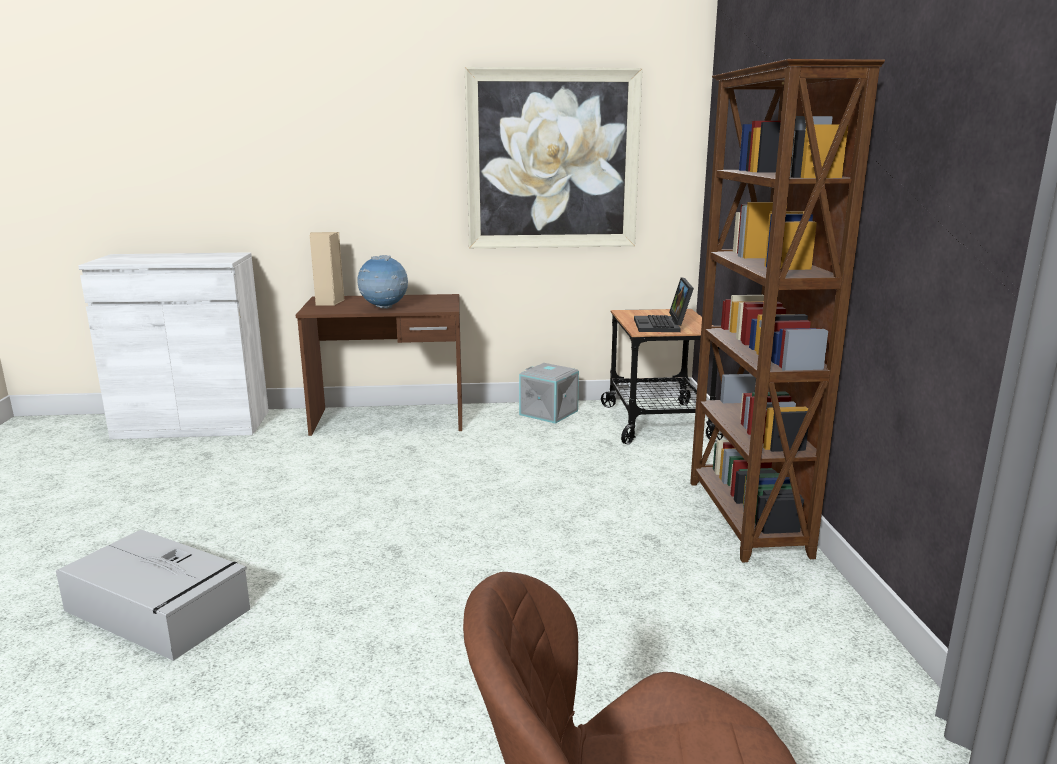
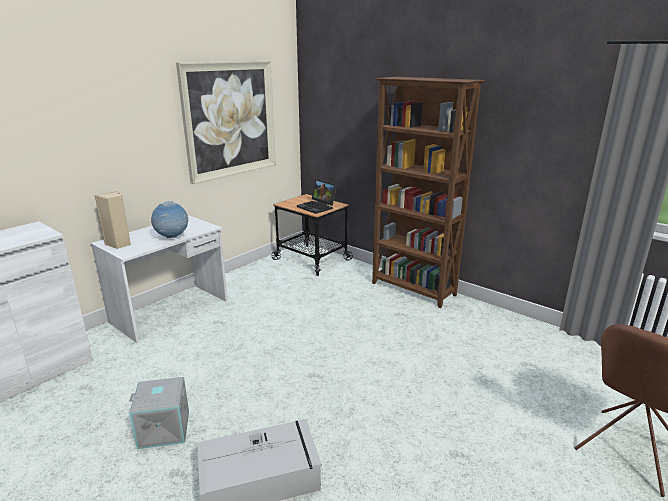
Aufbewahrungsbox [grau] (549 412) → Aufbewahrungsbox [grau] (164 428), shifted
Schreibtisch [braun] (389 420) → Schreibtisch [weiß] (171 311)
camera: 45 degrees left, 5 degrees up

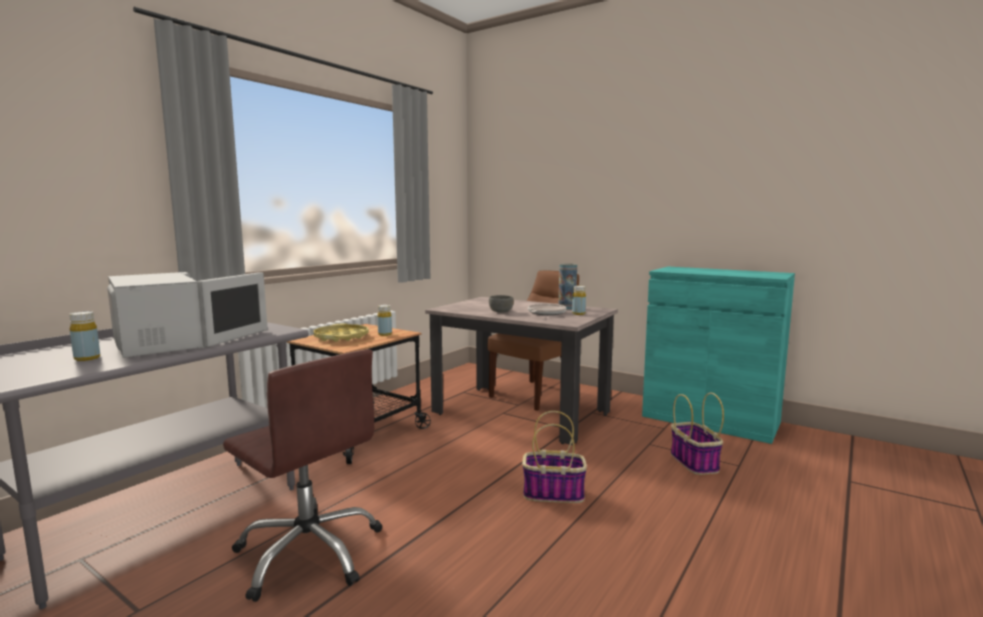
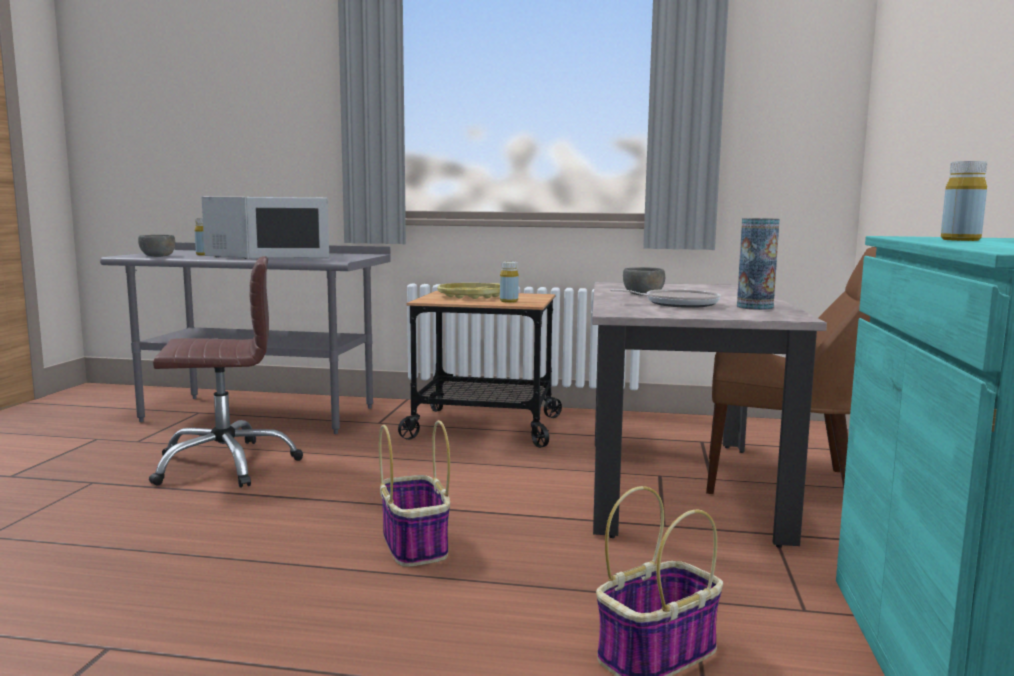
- → Schüssel [grau] (158 256)
Flasche [gelb] (578 314) → Flasche [gelb] (960 240), shifted
Bürostuhl [braun] (309 552) → Bürostuhl [braun] (225 464), 120 degrees counterclockwise
camera: 65 degrees right, 0 degrees up

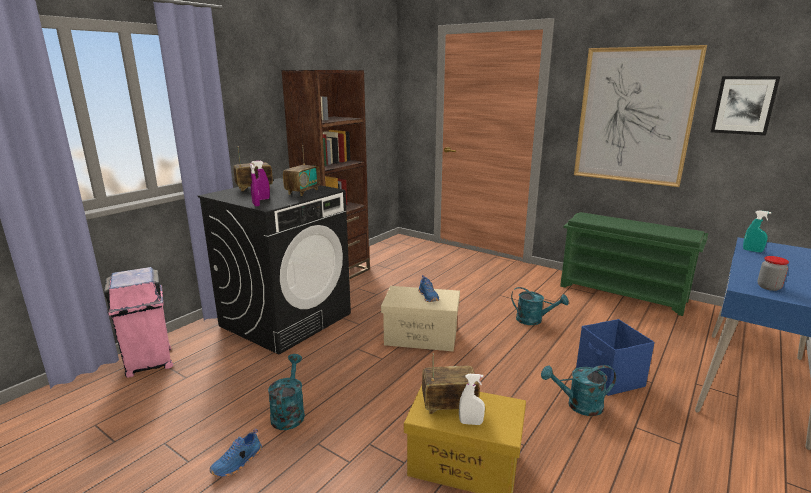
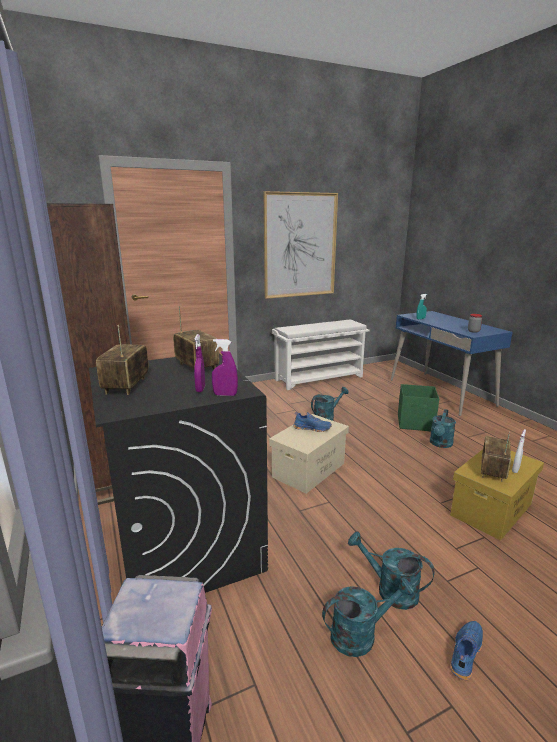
Bild (744 105) → -
- → Gießkanne [türkis] (360 634)
Schuhregal [grün] (623 293) → Schuhregal [weiß] (319 378)
Aufbewahrungsbox [blau] (609 378) → Aufbewahrungsbox [grün] (416 423)
Schuh [blau] (238 463) → Schuh [blau] (464 653), 120 degrees counterclockwise
camera: 60 degrees left, 0 degrees up

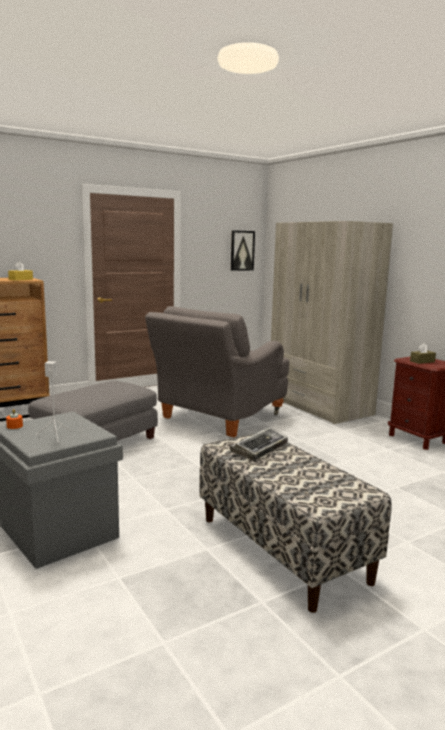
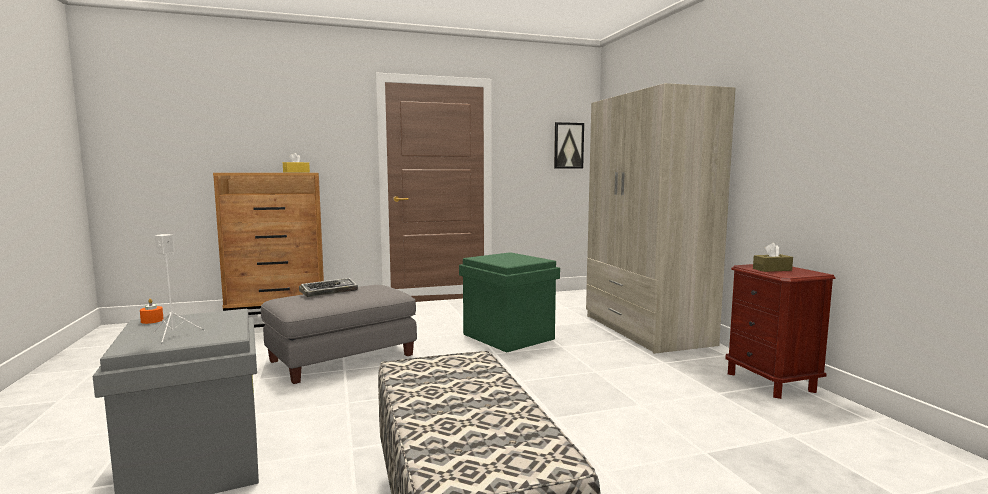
Tastatur (259 448) → Tastatur (329 292), shifted
Sessel [grau] (218 417) → Aufbewahrungsbox [grün] (507 336)
camera: 15 degrees right, 5 degrees down

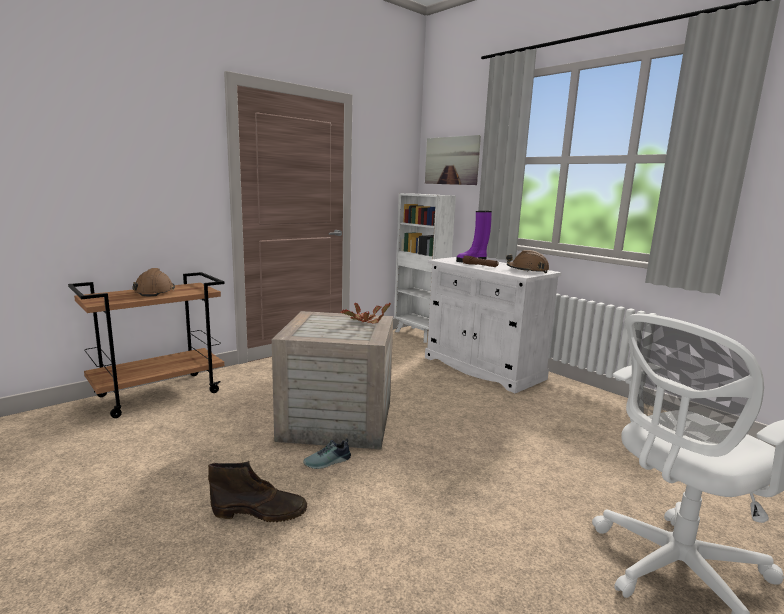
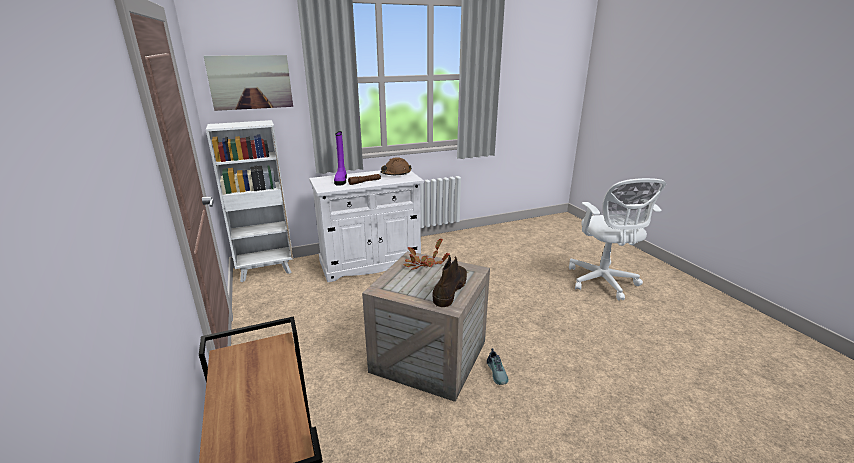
Schutzhelm [braun] (154 291) → -
Stiefel [braun] (260 512) → Stiefel [braun] (450 289), shifted
camera: 70 degrees left, 10 degrees up

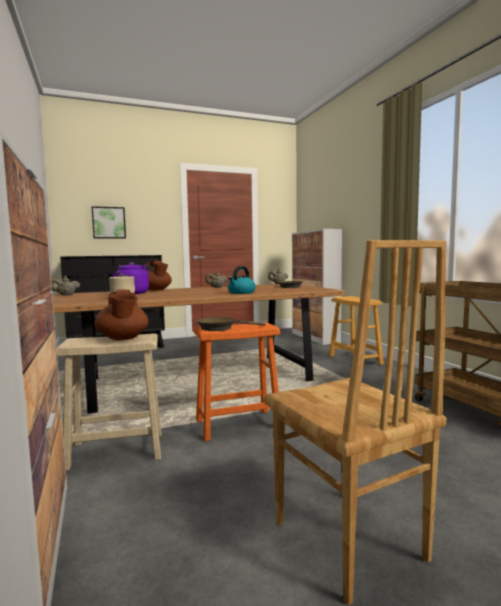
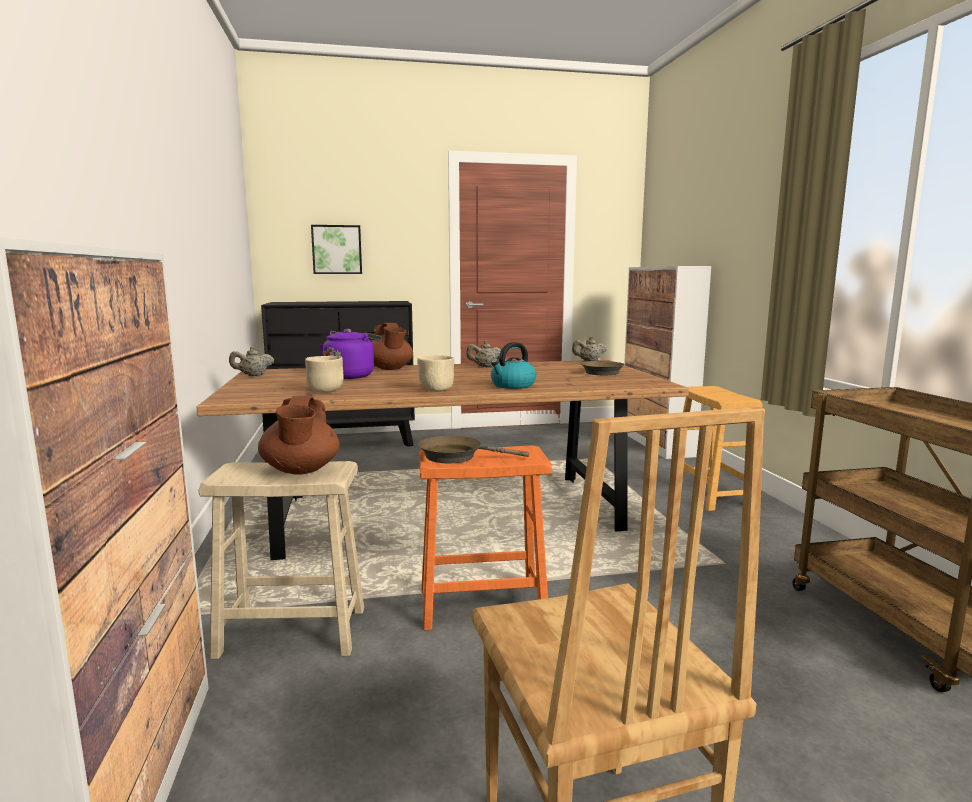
- → Schüssel [beige] (436 390)
camera: 10 degrees right, 5 degrees up

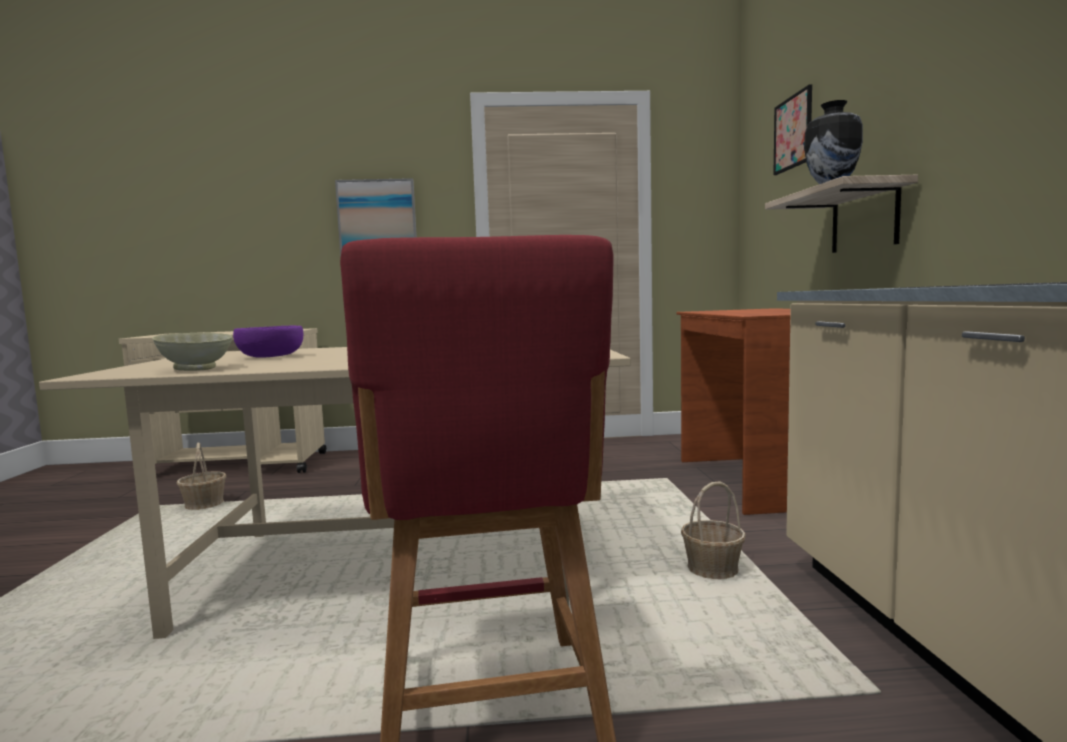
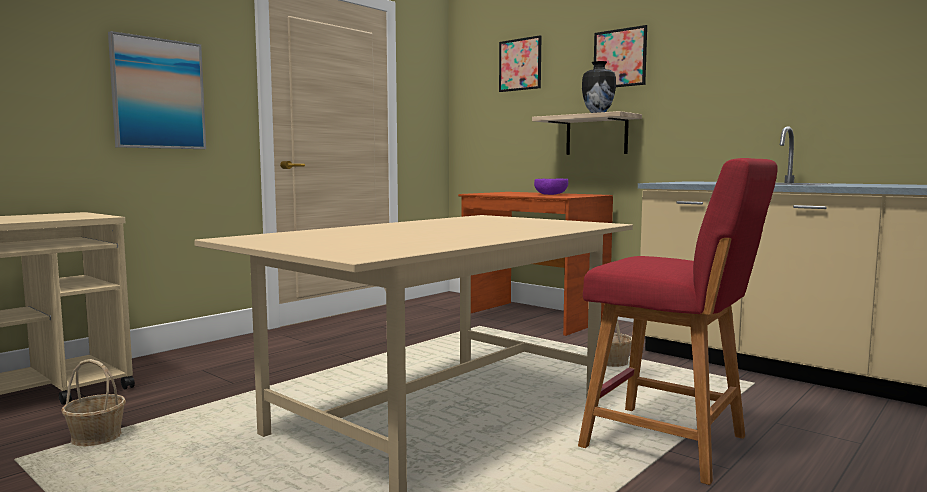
Schüssel [beige] (195 369) → -
- → Bild (620 58)
Schüssel [lila] (271 356) → Schüssel [lila] (551 194), shifted
camera: 45 degrees left, 0 degrees up

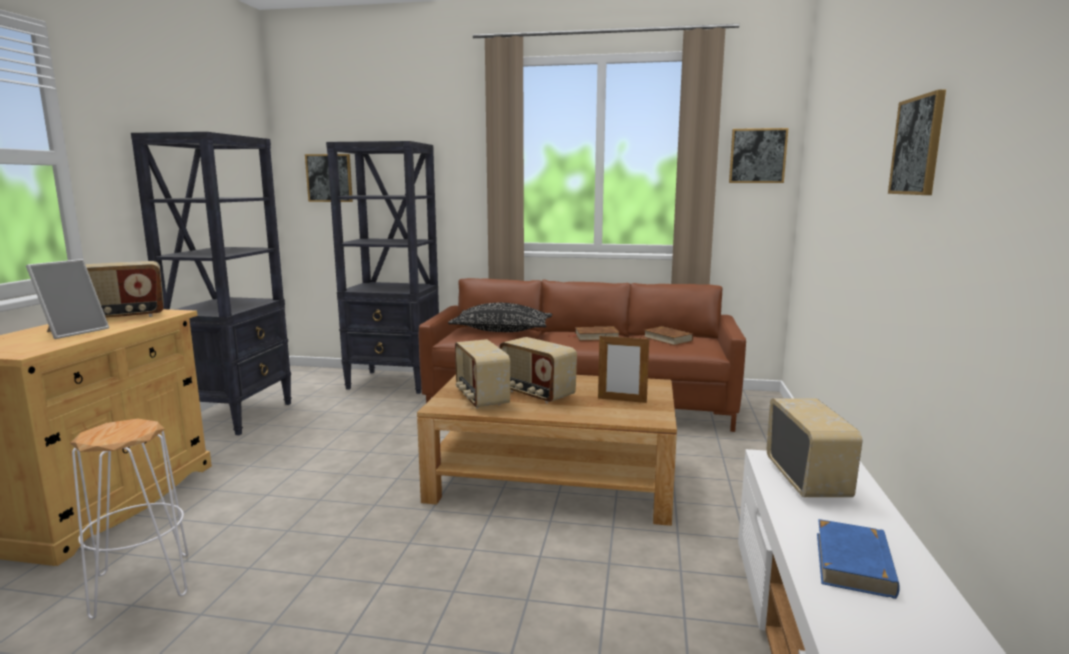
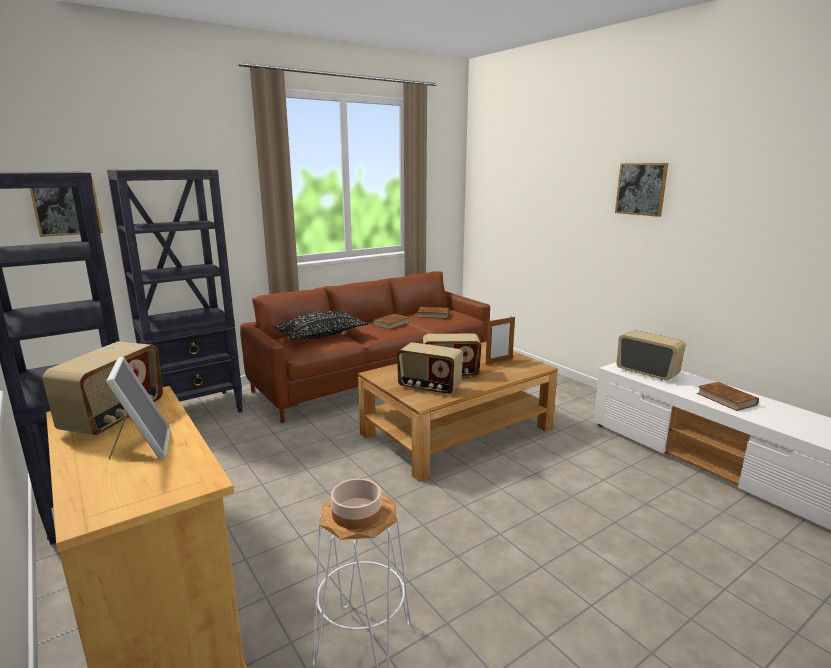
Bild (757 156) → -
- → Schüssel (357 512)
Buch [blau] (854 563) → Buch [braun] (726 399)
camera: 45 degrees left, 5 degrees up

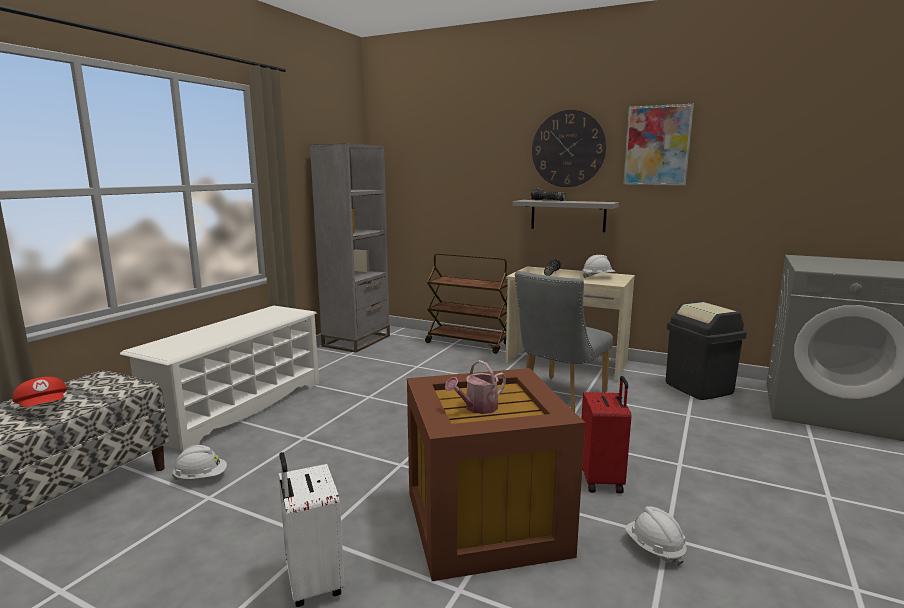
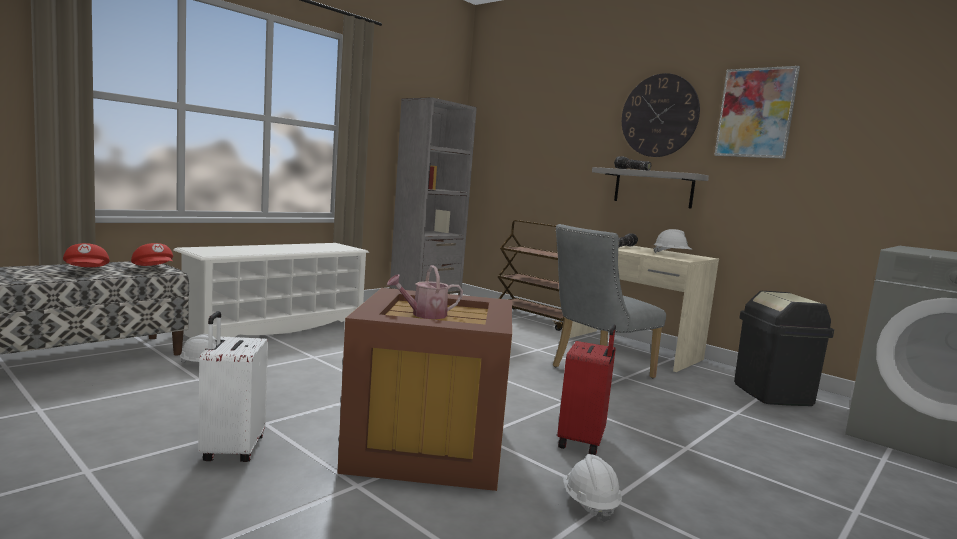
- → Kappe [rot] (154 269)
camera: 15 degrees right, 5 degrees down

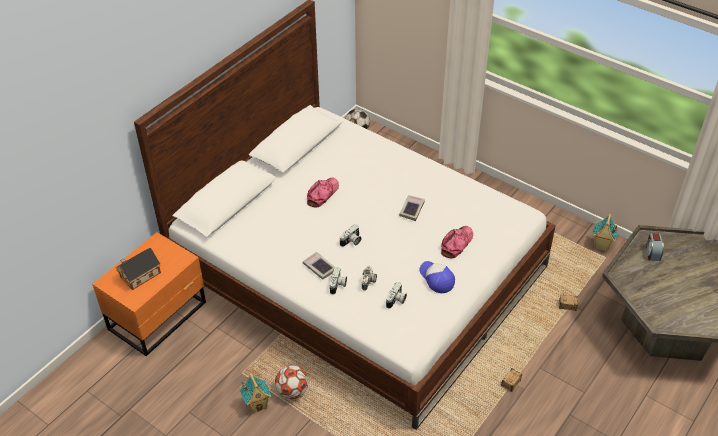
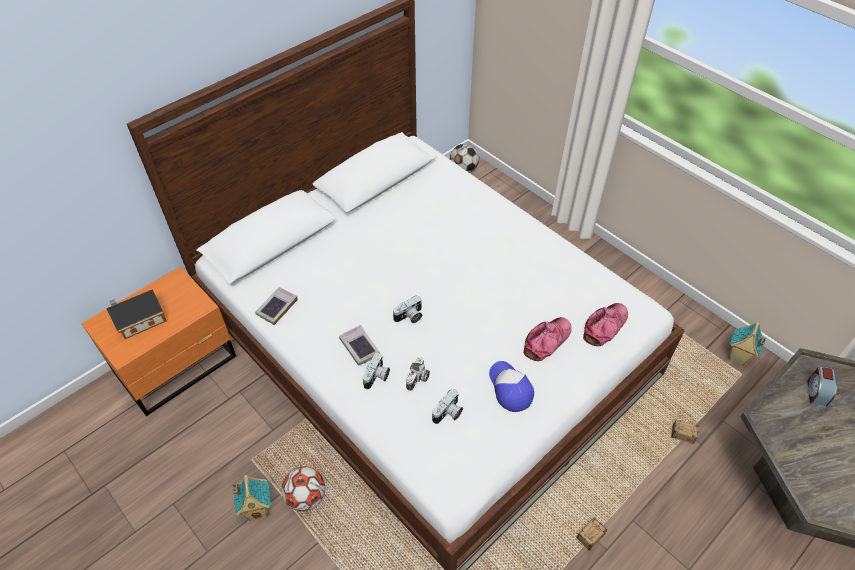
Kappe (322 194) → Kappe (604 326), shifted
Buch (411 209) → Buch (277 307), shifted
camera: 10 degrees right, 5 degrees up

